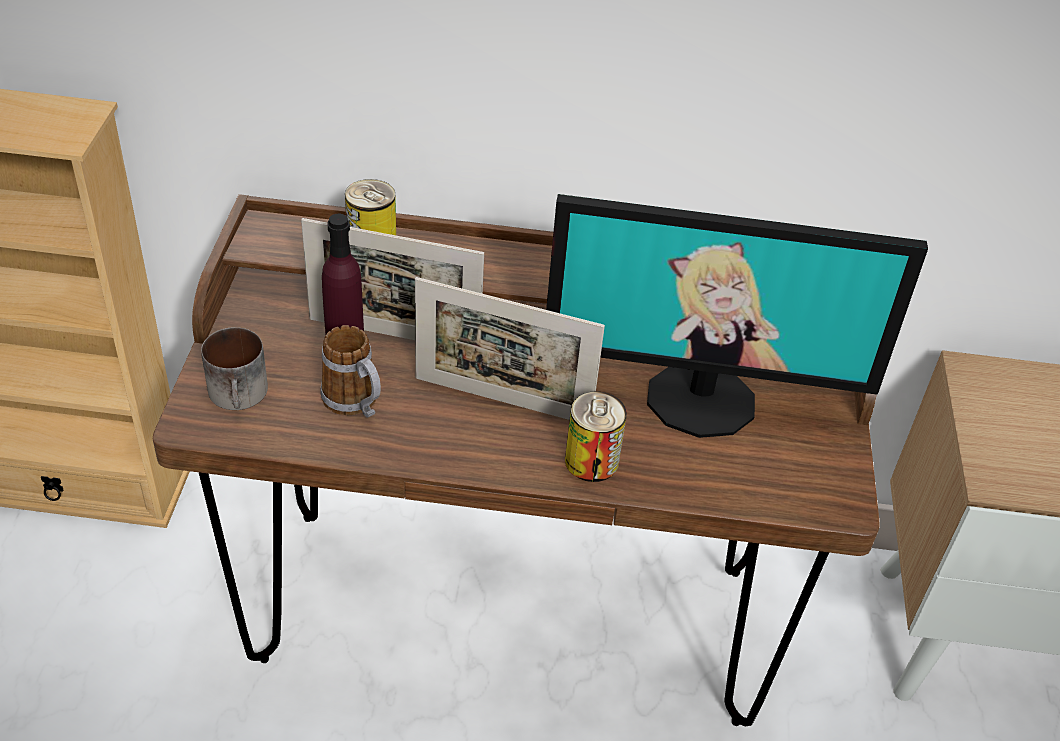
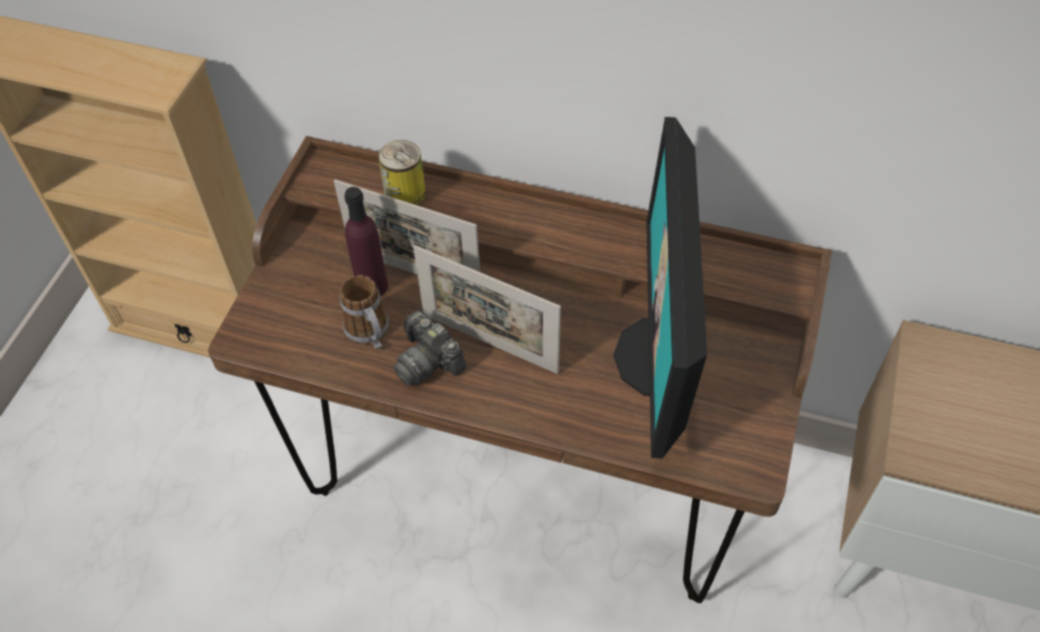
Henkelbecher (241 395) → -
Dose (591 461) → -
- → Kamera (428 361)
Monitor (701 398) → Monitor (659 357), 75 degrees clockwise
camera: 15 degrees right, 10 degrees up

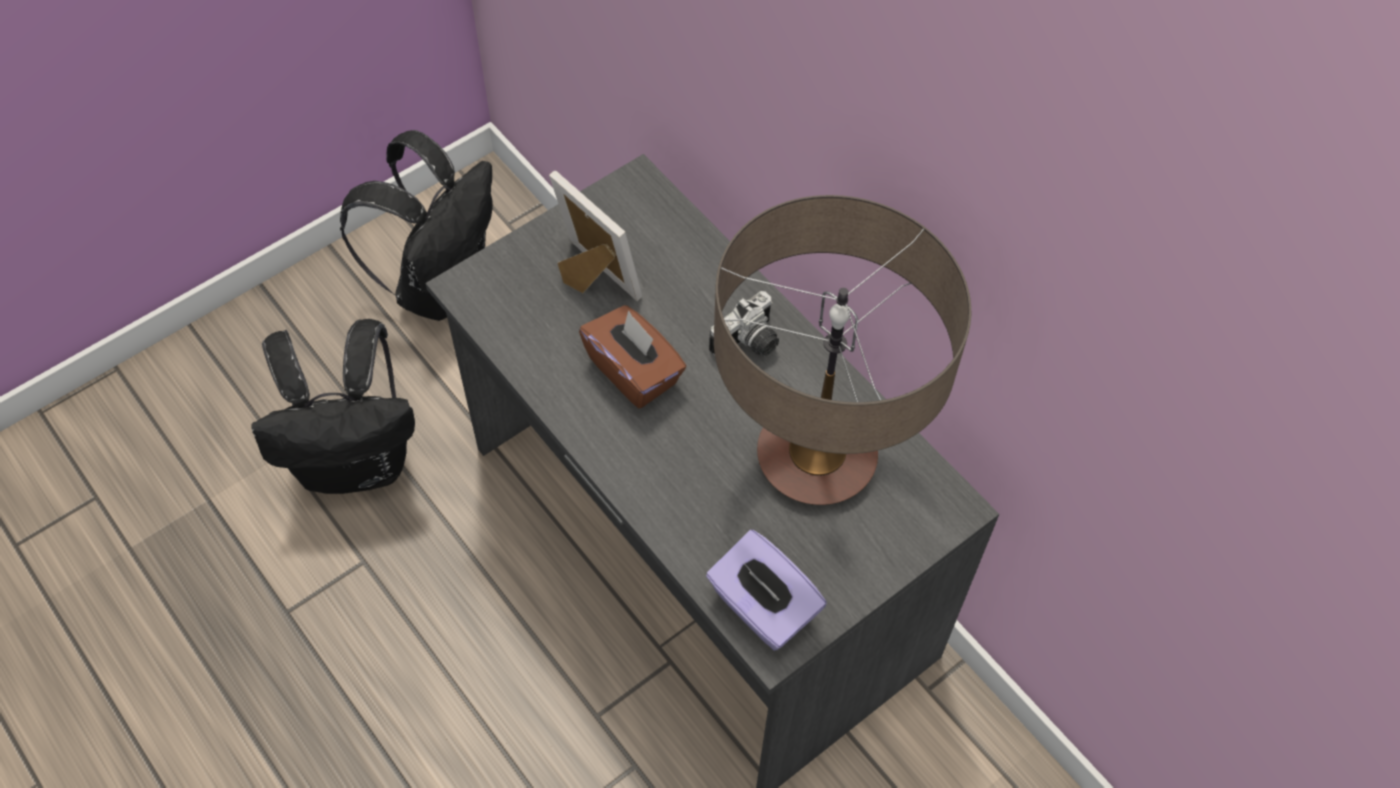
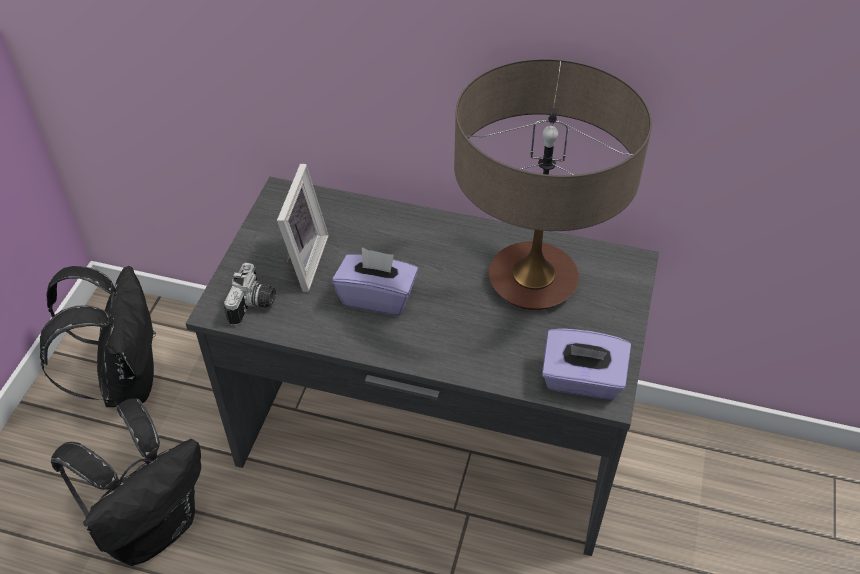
Kamera (749 343) → Kamera (254 305), shifted
Taschentuchbox [braun] (634 371) → Taschentuchbox [lila] (377 297)
Bilderrahmen (592 280) → Bilderrahmen (301 261), 90 degrees clockwise
camera: 35 degrees left, 10 degrees down

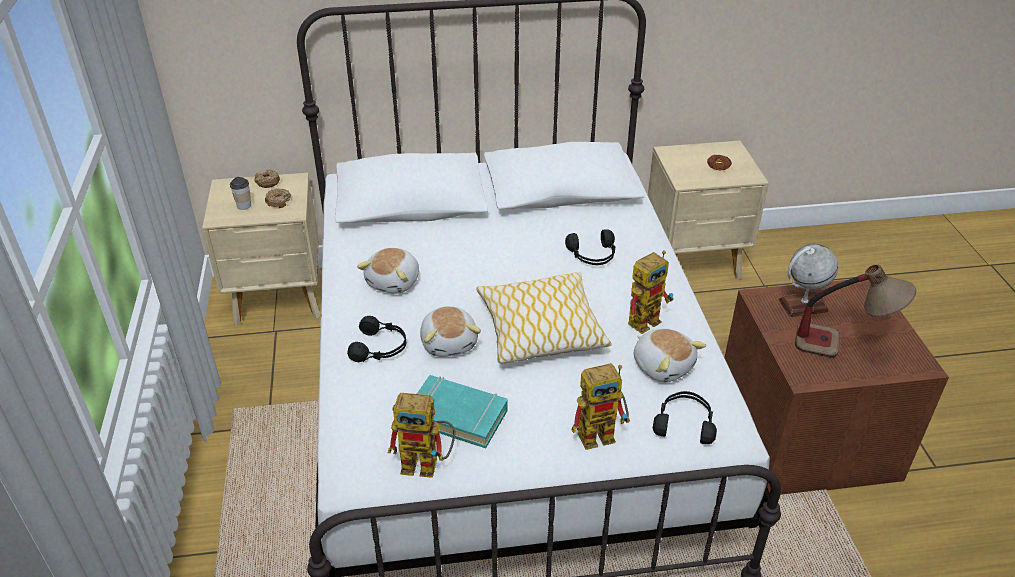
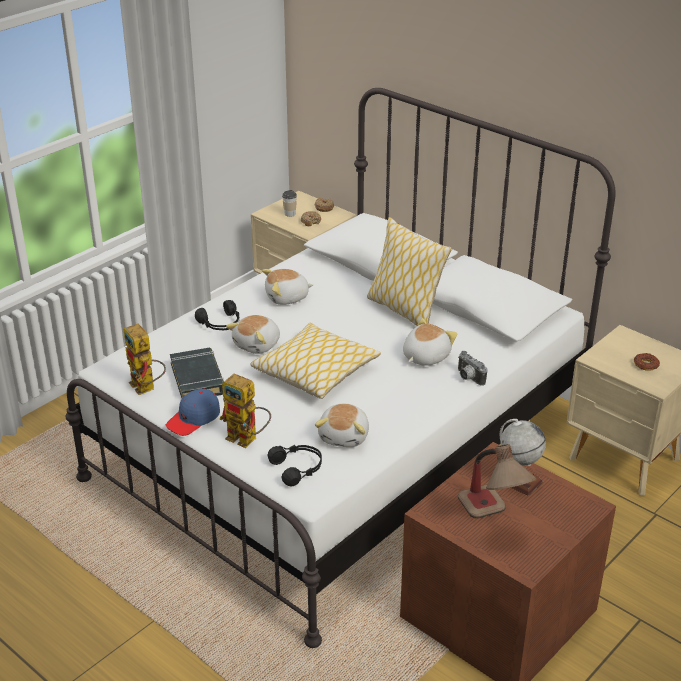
Spielzeugroboter (647 318) → -
- → Kappe [blau] (194 418)
- → Kissen (404 310)
- → Kamera (468 378)
Kopfhörer [schwarz] (593 256) → Plüschtier (425 356)
Buch [türkis] (457 415) → Buch [schwarz] (198 379)
camera: 50 degrees right, 5 degrees down

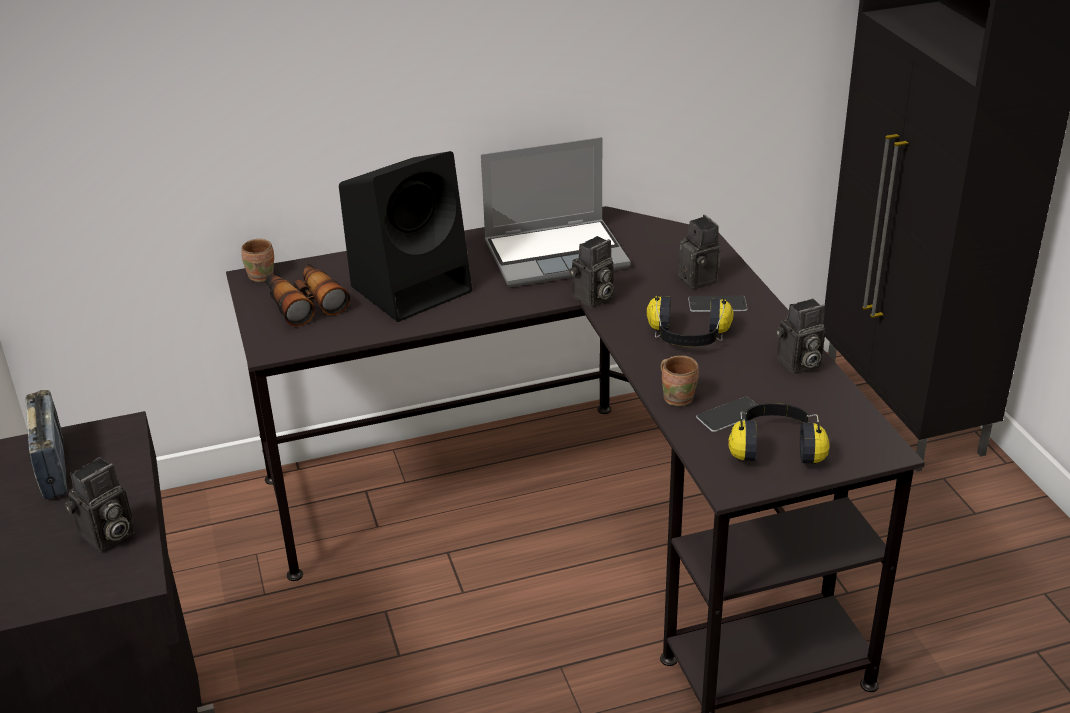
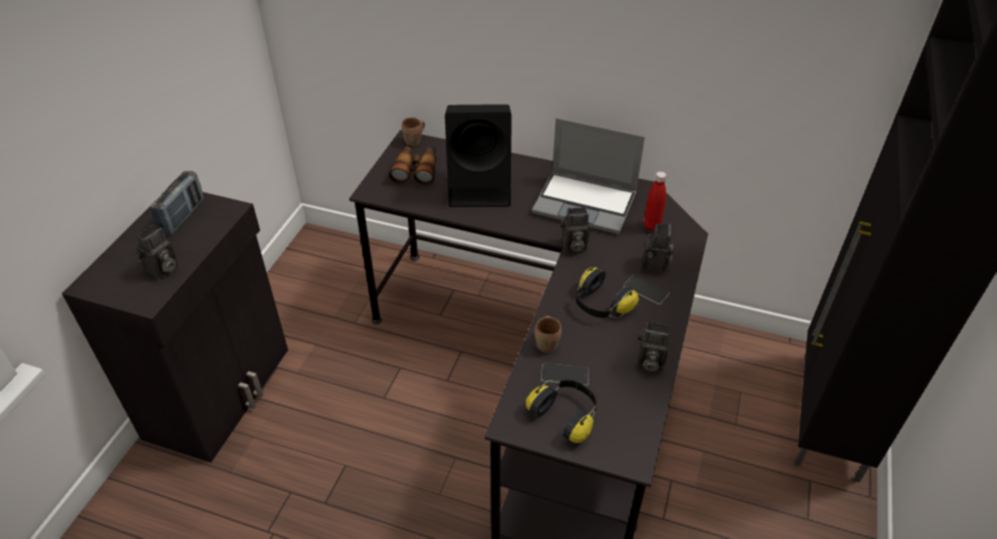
- → Flasche [rot] (651 226)
Kamera (107 537) → Kamera (162 270), 45 degrees counterclockwise
camera: 35 degrees right, 10 degrees up

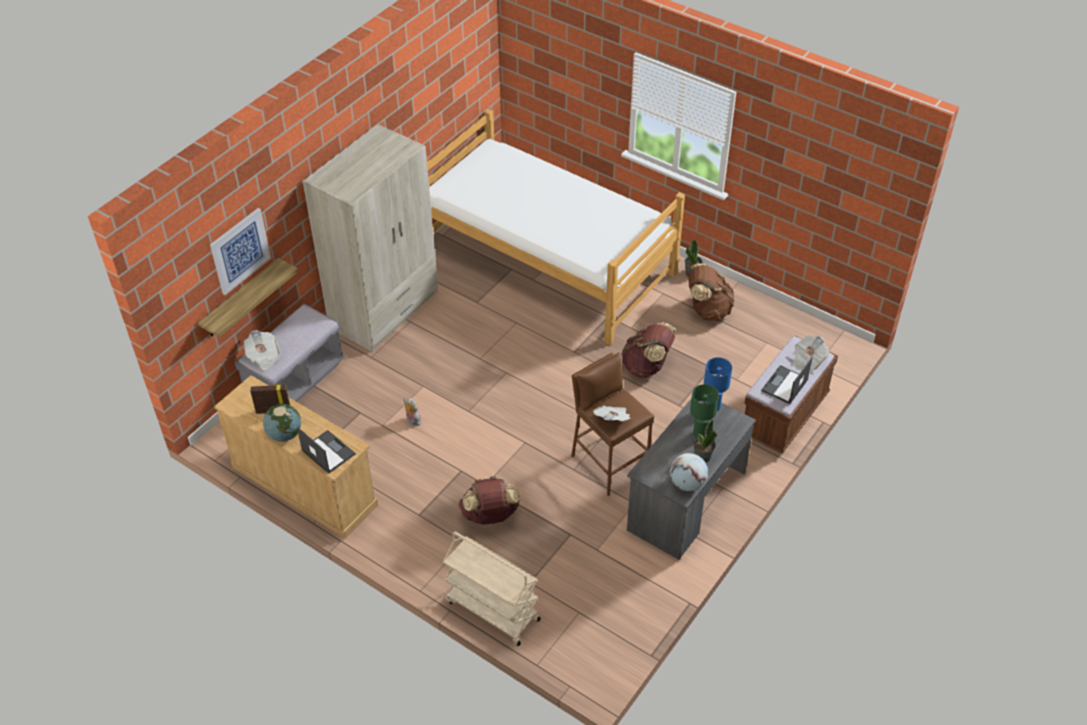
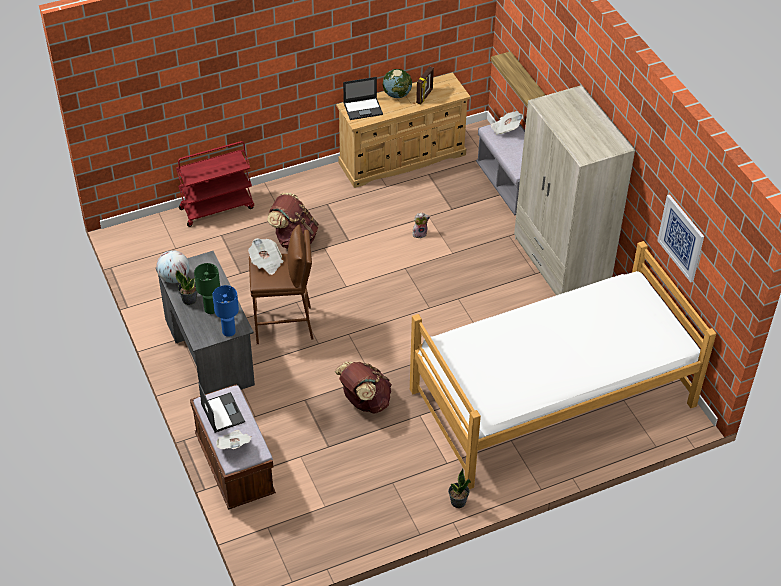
Rucksack [braun] (707 310) → -
Bild (240 251) → Bild (681 238), shifted
Rollwagen [beige] (491 610) → Rollwagen [rot] (217 208)
camera: 120 degrees right, 0 degrees up

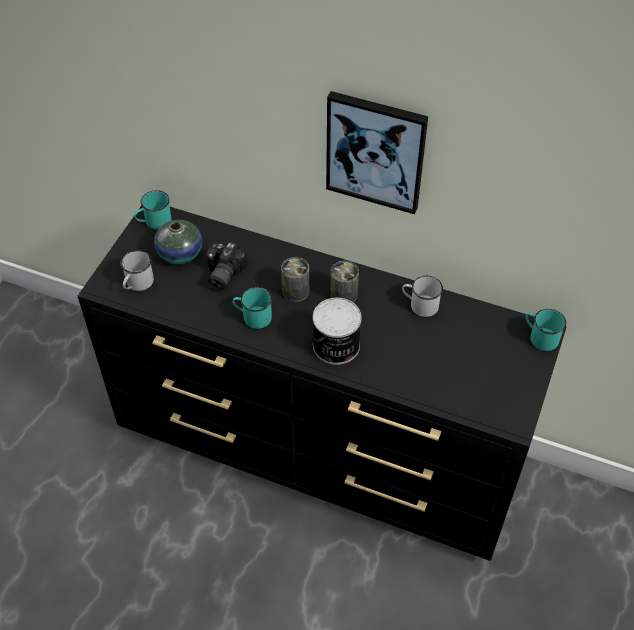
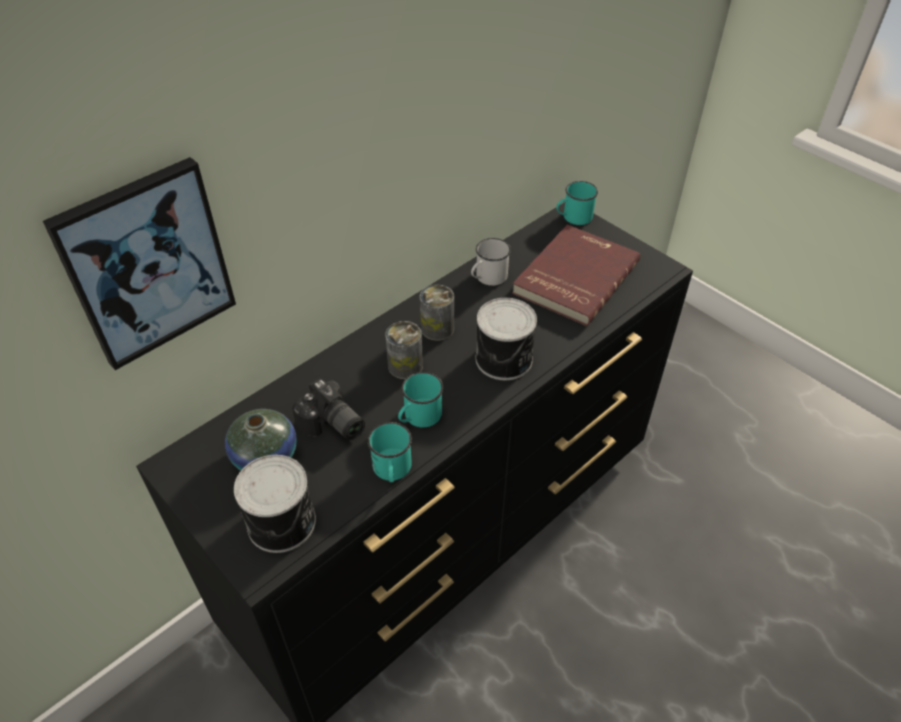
- → Buch [rot] (574 277)
Henkelbecher [türkis] (154 222) → Henkelbecher [türkis] (392 470), shifted
Bild (375 151) → Bild (147 264), shifted
Henkelbecher [weiß] (137 284) → Dose (283 522)
camera: 65 degrees left, 5 degrees down

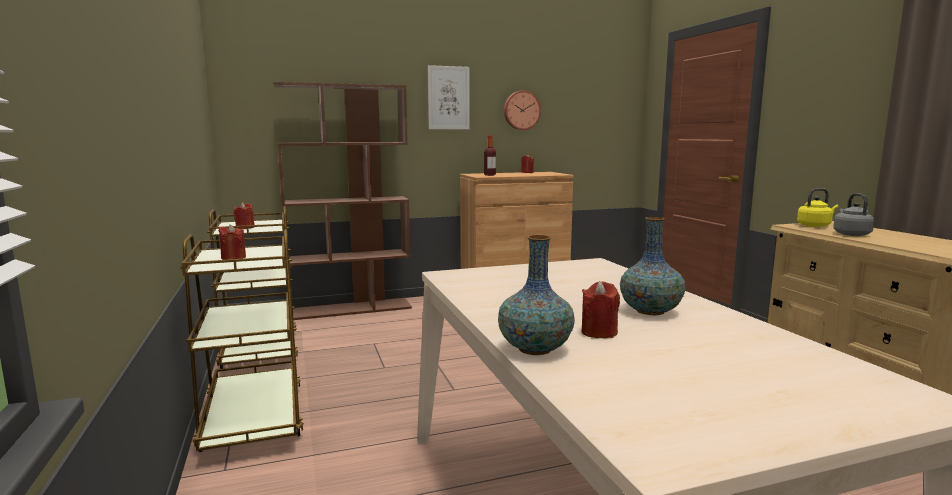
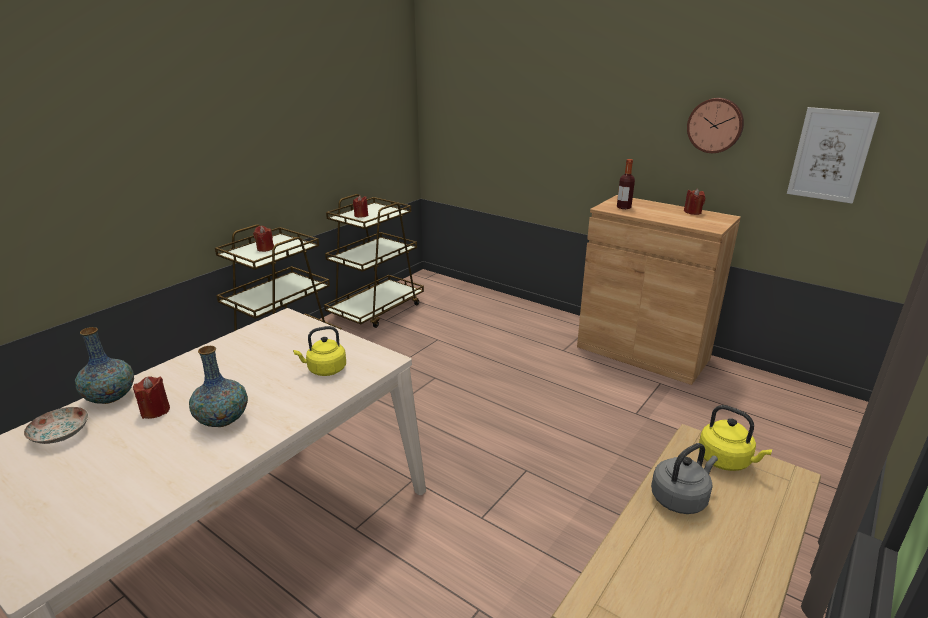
Bücherregal [braun] (351 309) → -
- → Teller (60 434)
- → Wasserkessel [gelb] (325 370)
Bild (448 98) → Bild (830 155), shifted
camera: 55 degrees right, 15 degrees up

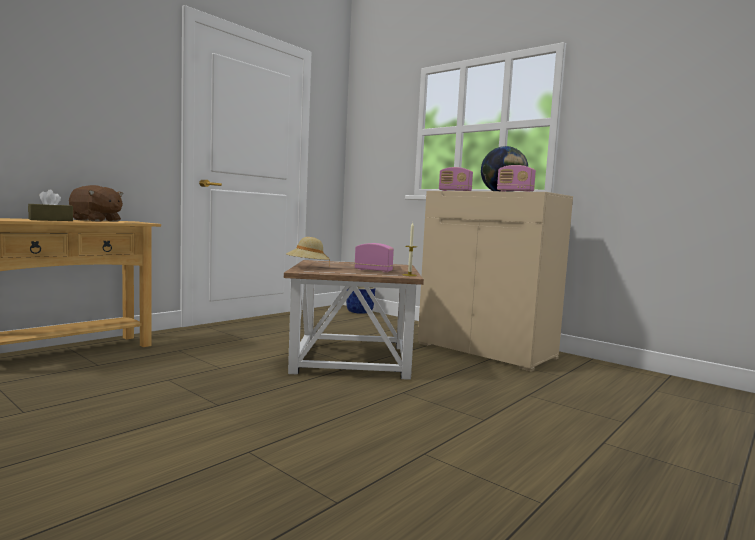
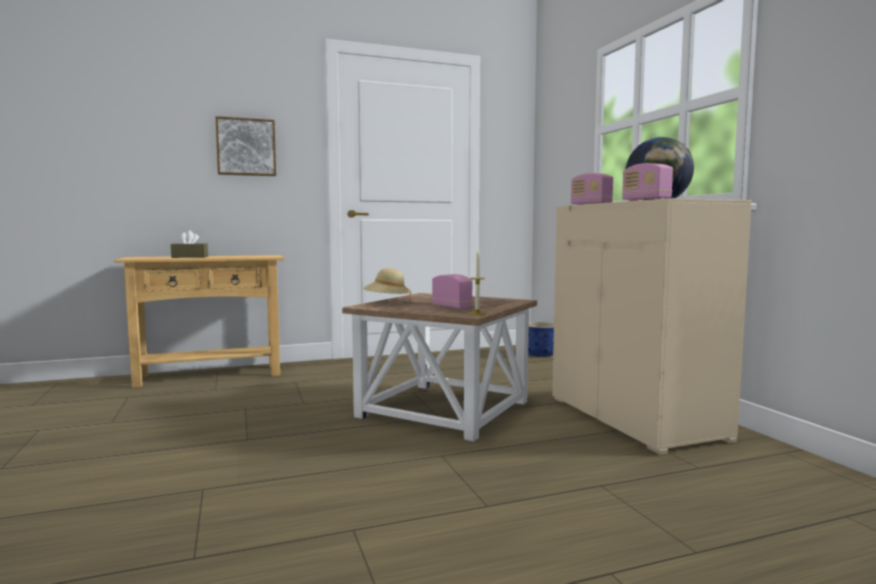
Plüschtier [braun] (96 220) → -
- → Bild (246 147)
camera: 30 degrees right, 0 degrees up

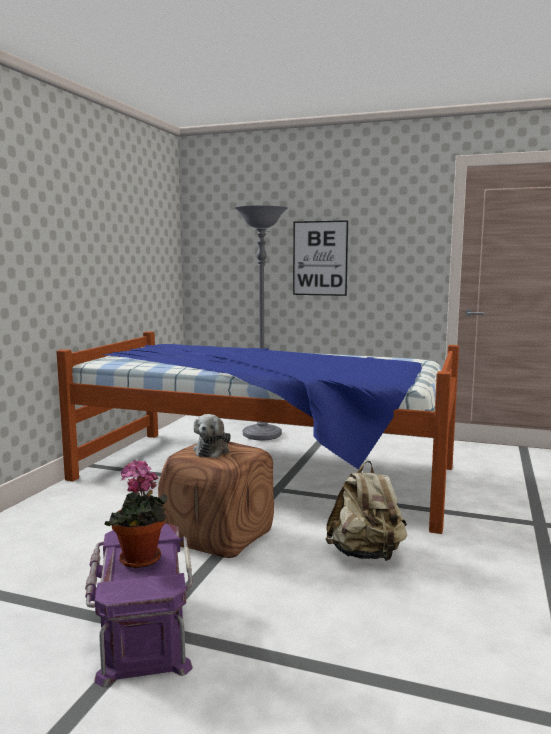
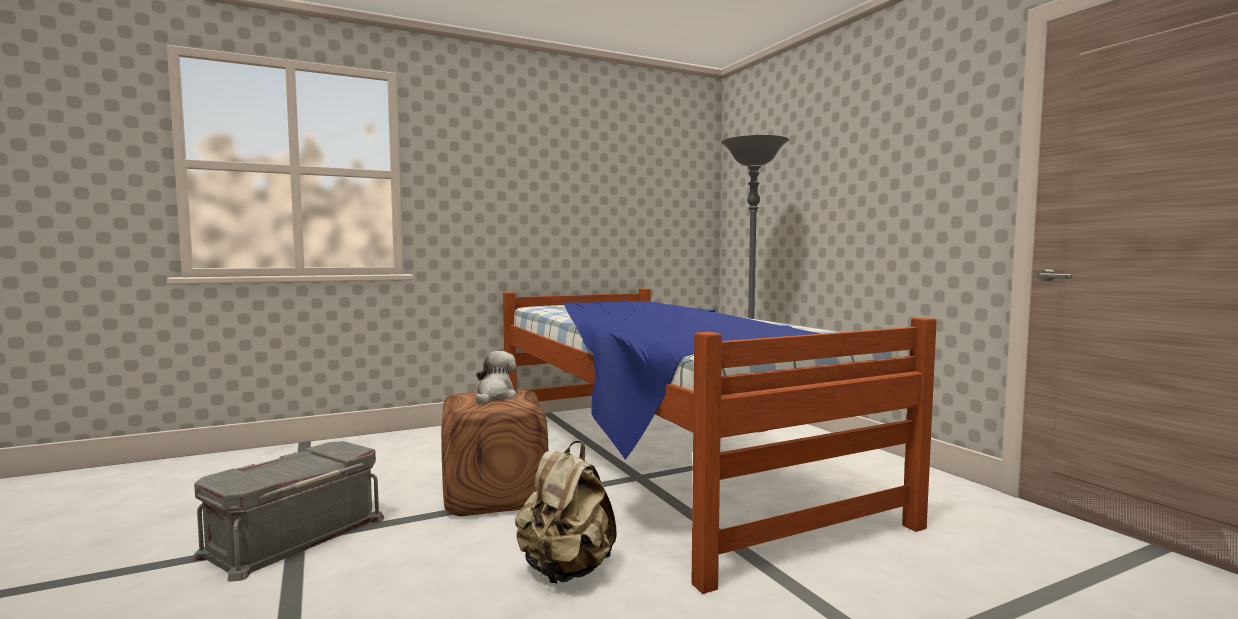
Topfpflanze (141 561) → -
Bild (320 258) → -
Aufbewahrungsbox [lila] (142 628) → Aufbewahrungsbox [grau] (294 536)
Plüschtier (212 450) → Plüschtier (495 396), 135 degrees clockwise
camera: 45 degrees right, 5 degrees down

